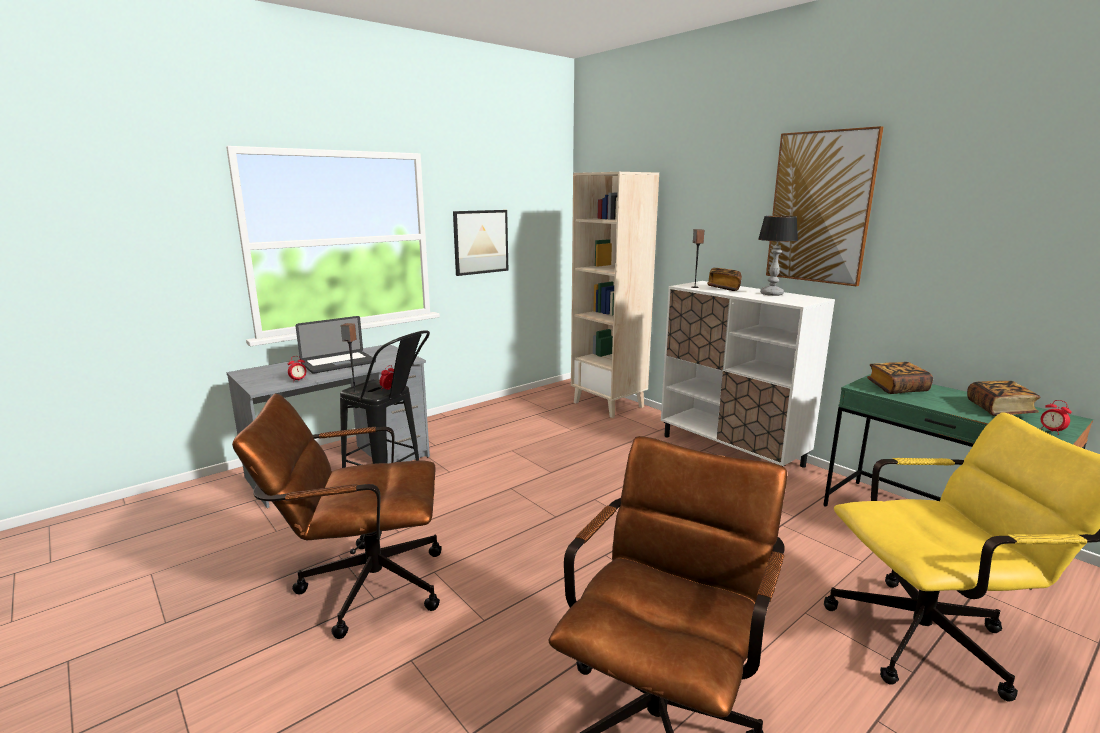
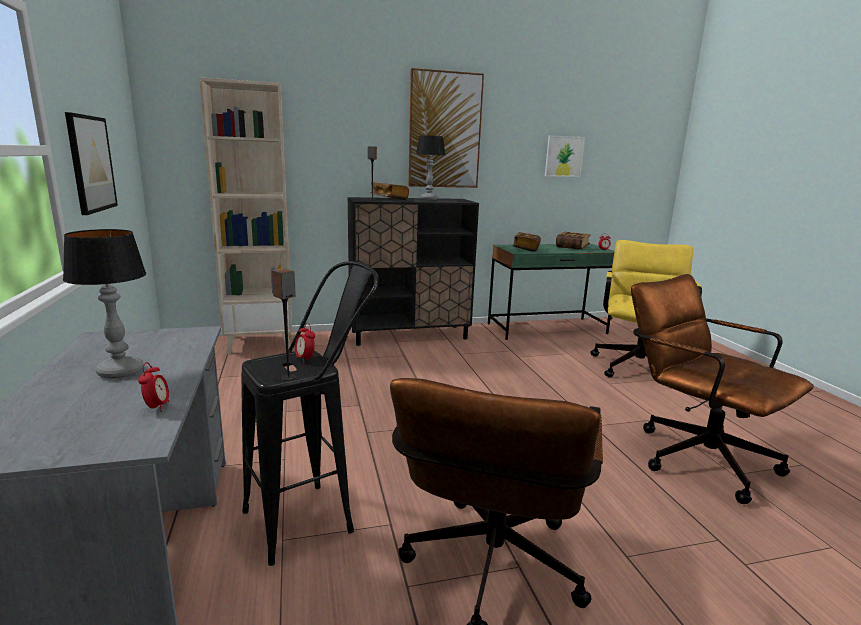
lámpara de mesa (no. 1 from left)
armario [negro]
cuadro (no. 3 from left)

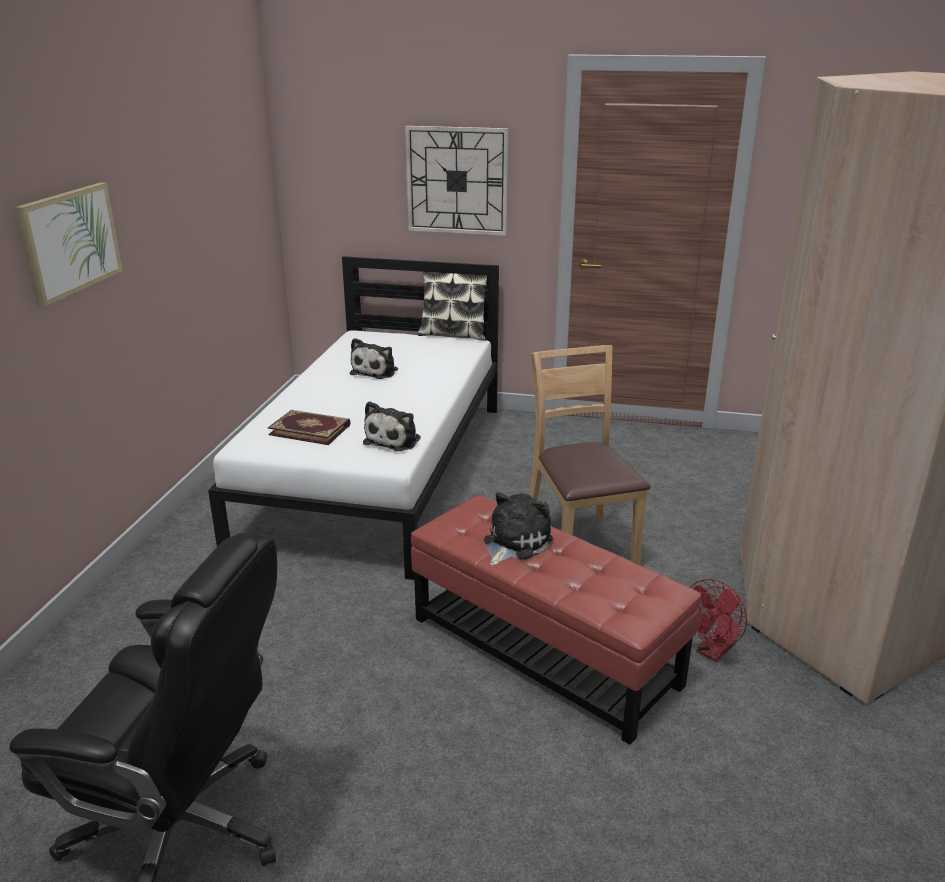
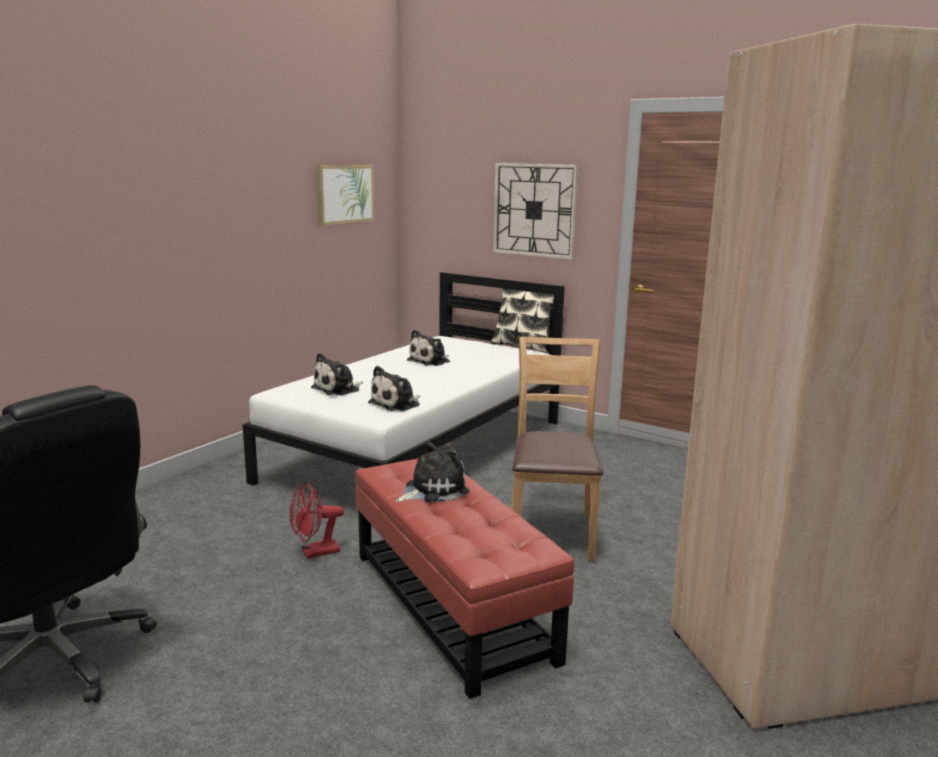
ventilador [rojo]
peluche (no. 1 from left)
cuadro

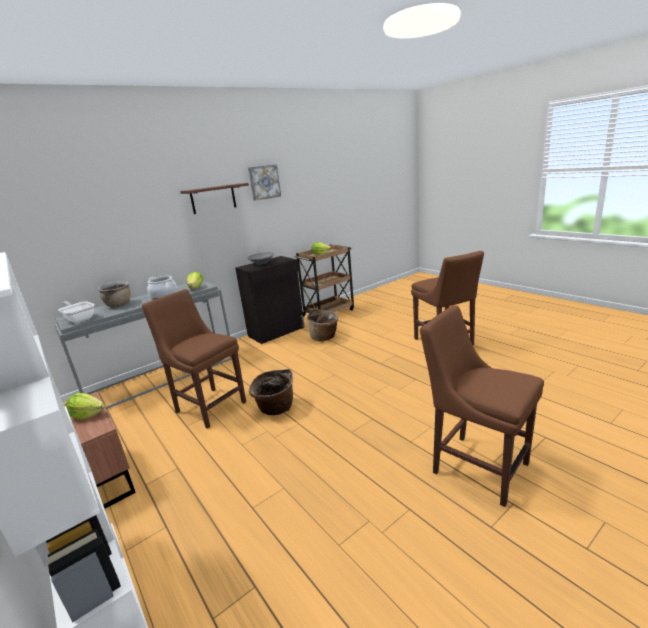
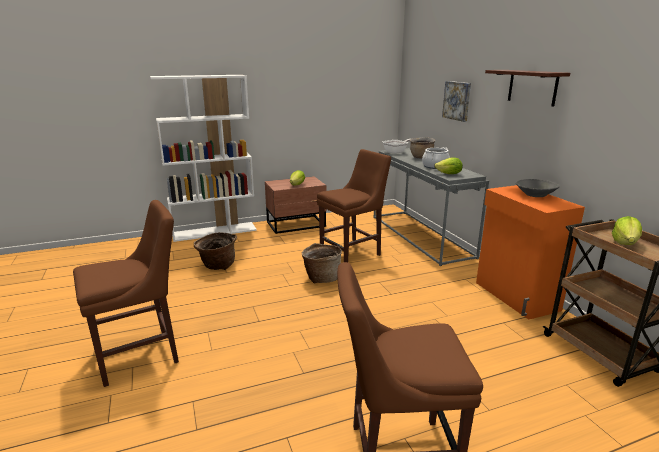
cesta (no. 1 from left)
cuadro
armario [naranja]

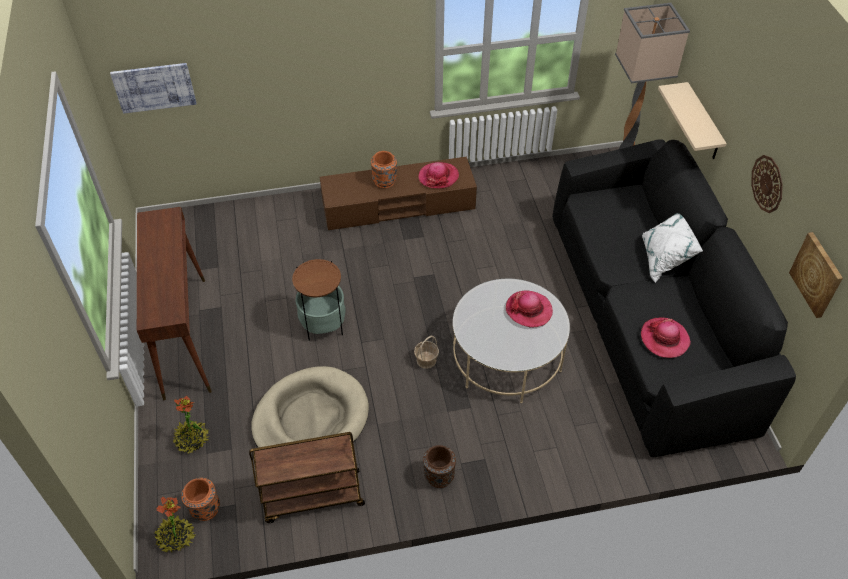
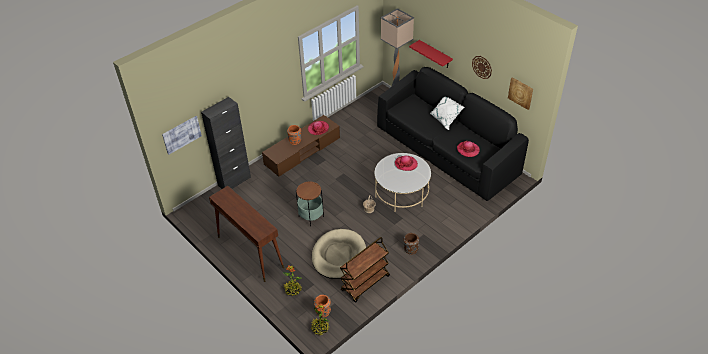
armario [negro]
estante [rojo]

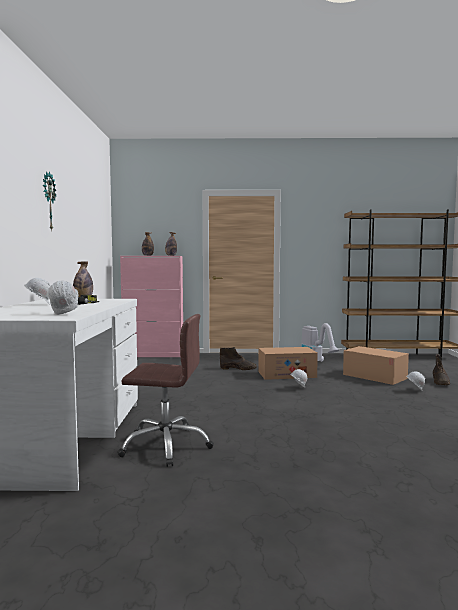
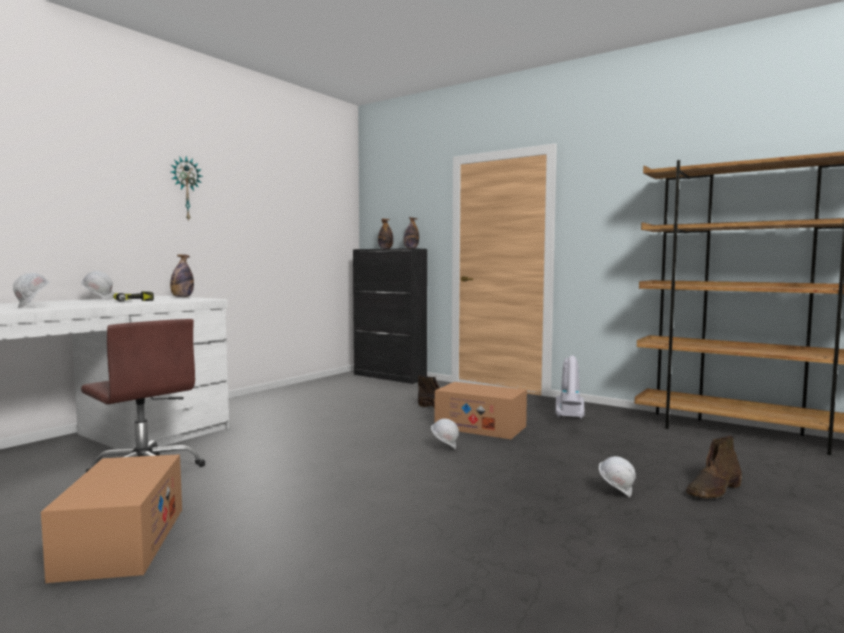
caja de cartón (no. 1 from left)
armario [negro]

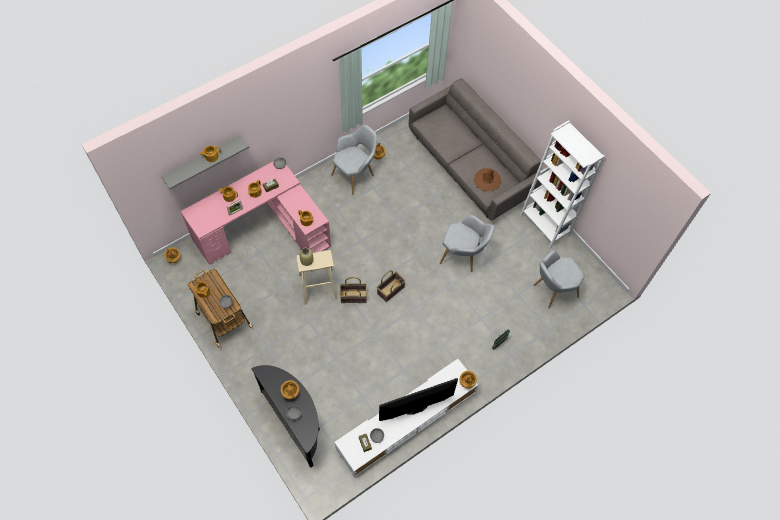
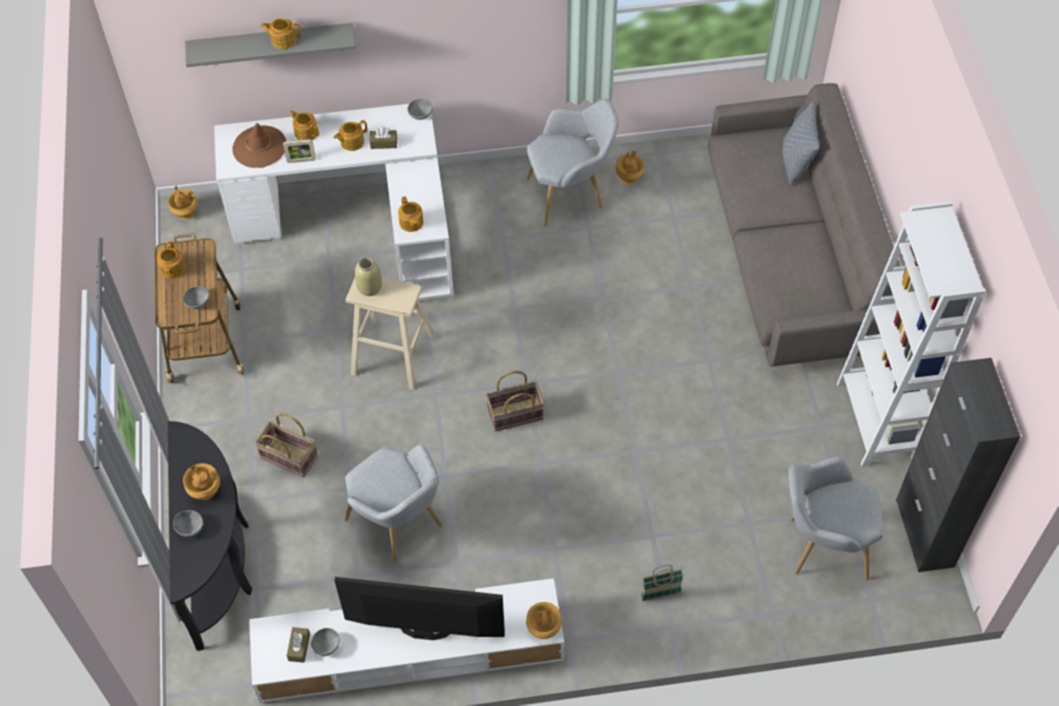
escritorio [blanco]
sombrero [marrón]
cesta (no. 1 from left)
sillón [gris] (no. 1 from left)
cojín [gris]
armario [negro]

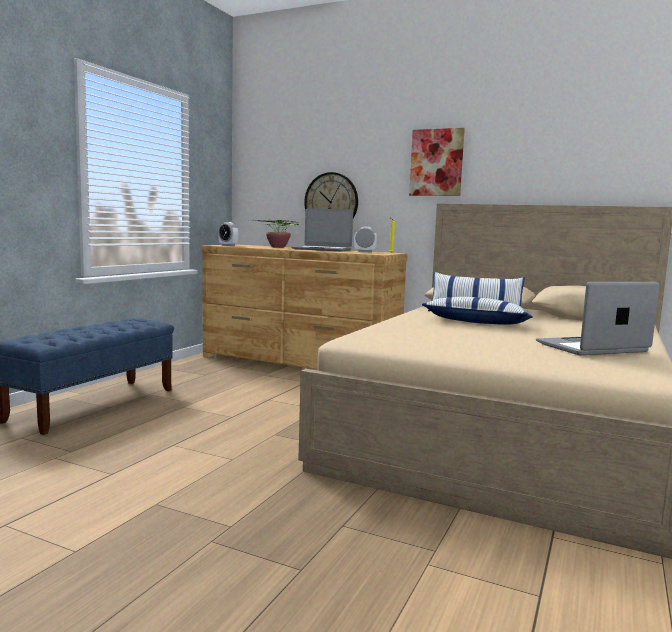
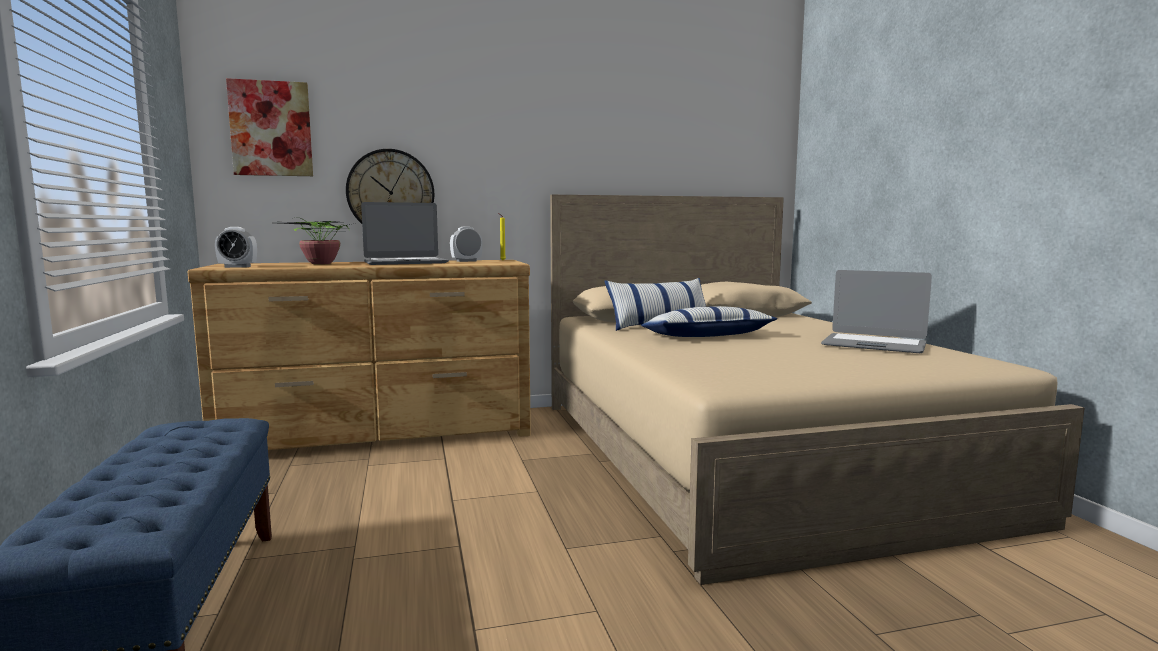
cuadro
portátil (no. 2 from left)

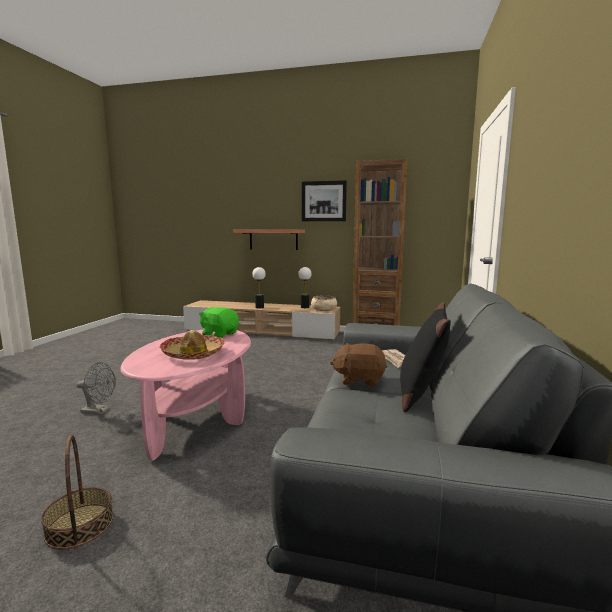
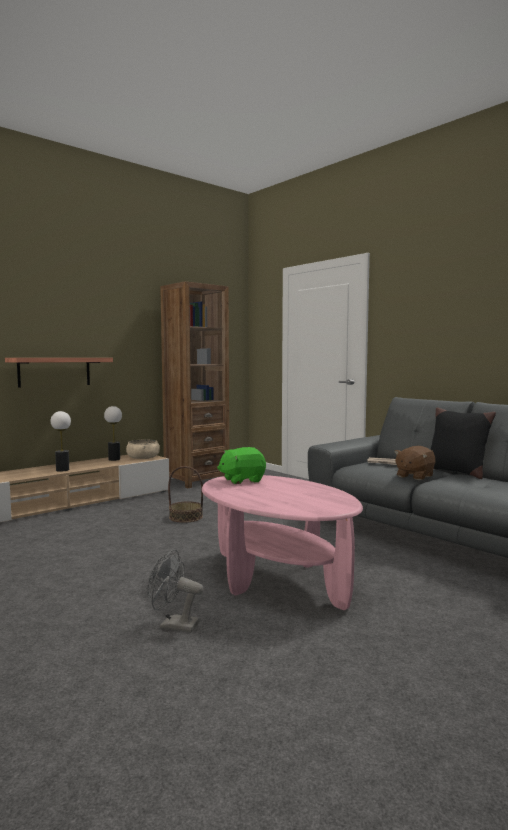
ventilador [gris]
cesta
sombrero
cuadro

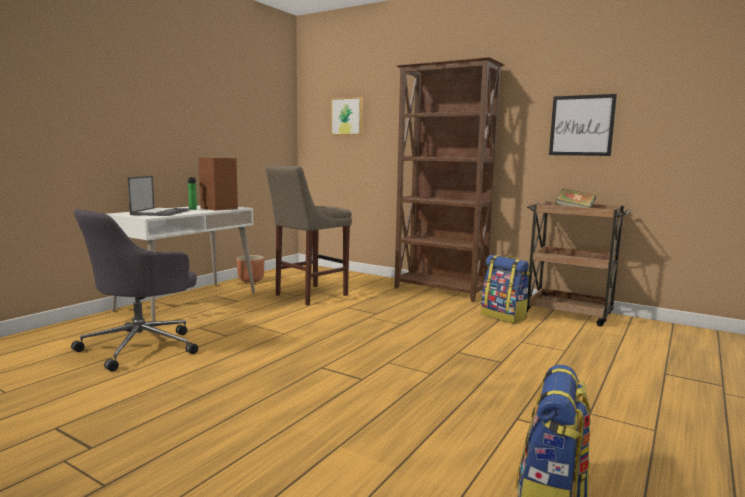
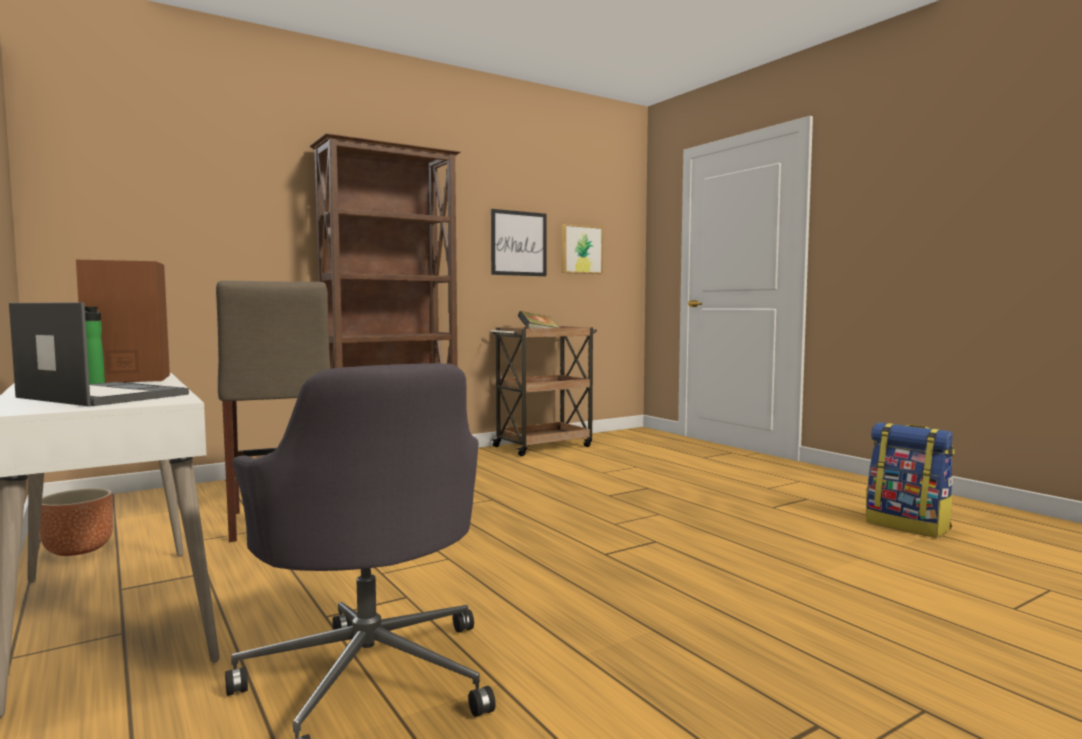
cuadro (no. 2 from left)
mochila (no. 1 from left in the first image)

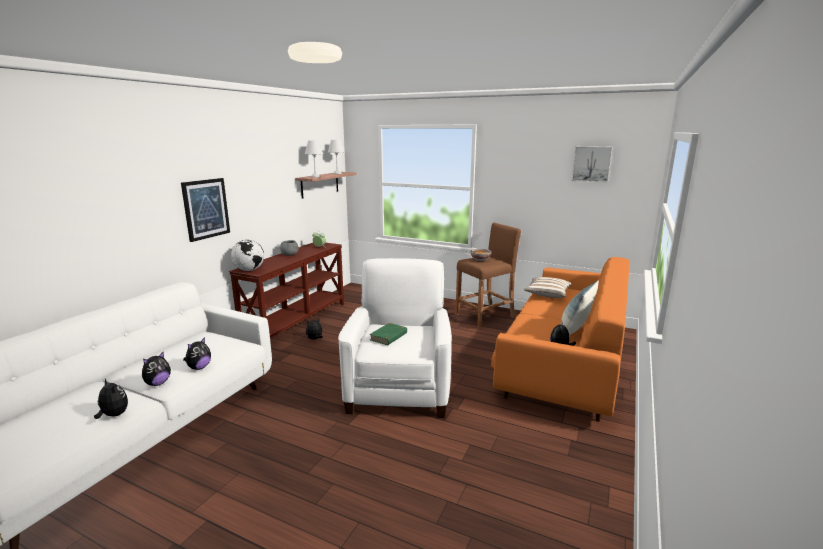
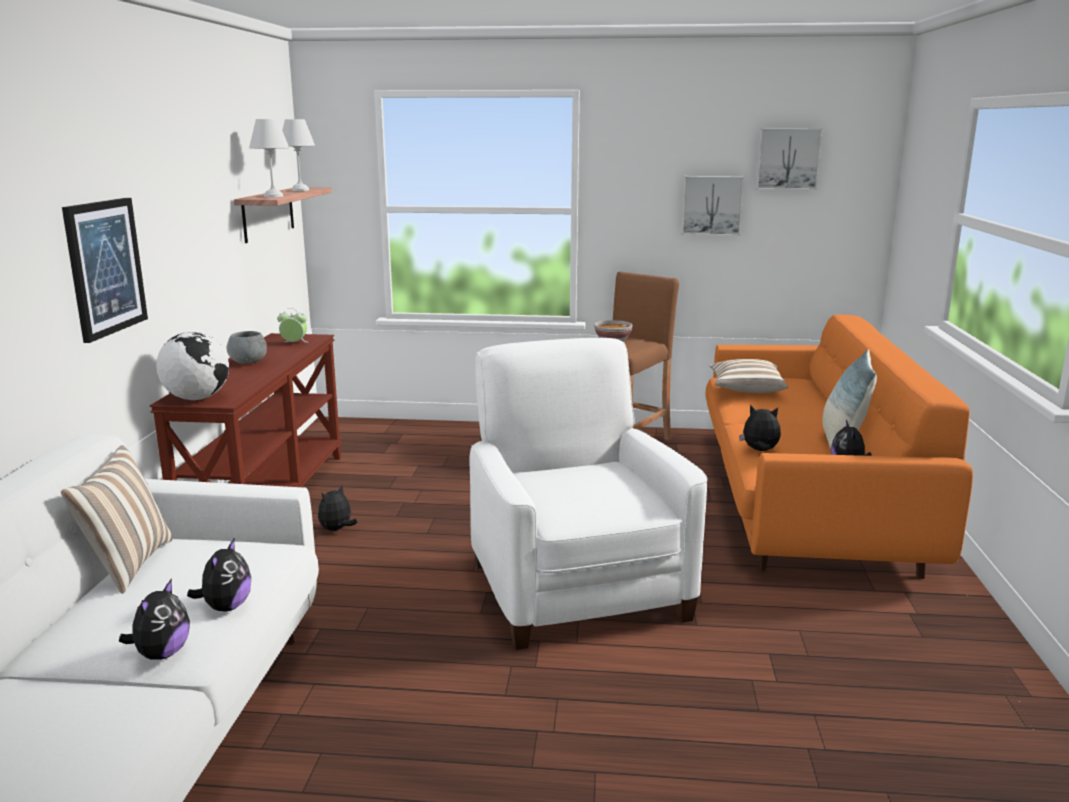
cojín (no. 1 from left)
cuadro (no. 2 from left)
peluche (no. 4 from left)
libro [verde]

